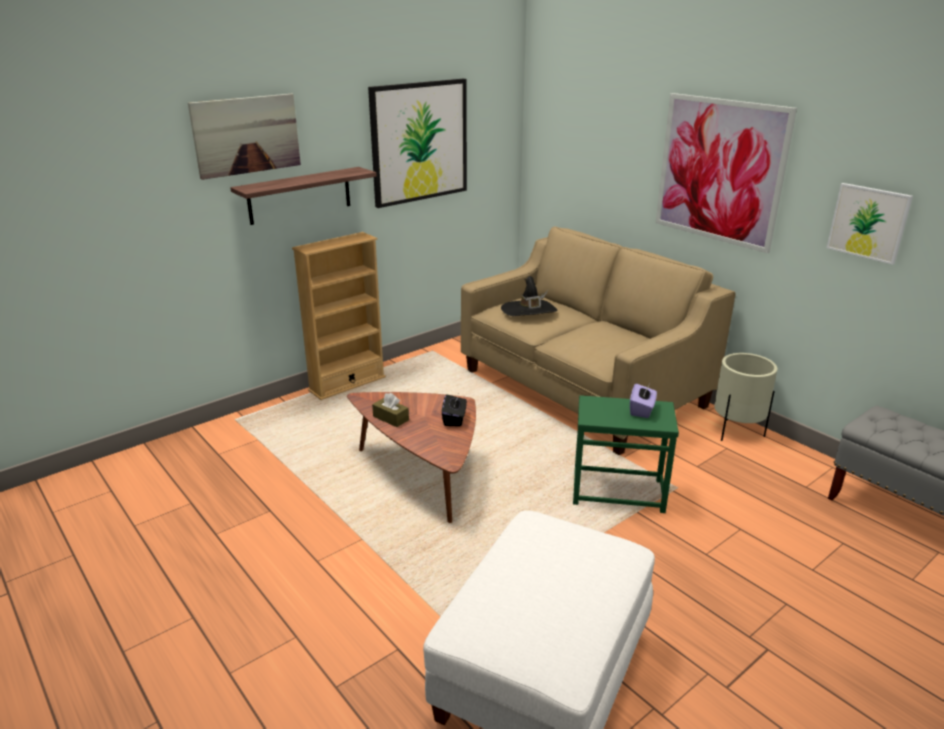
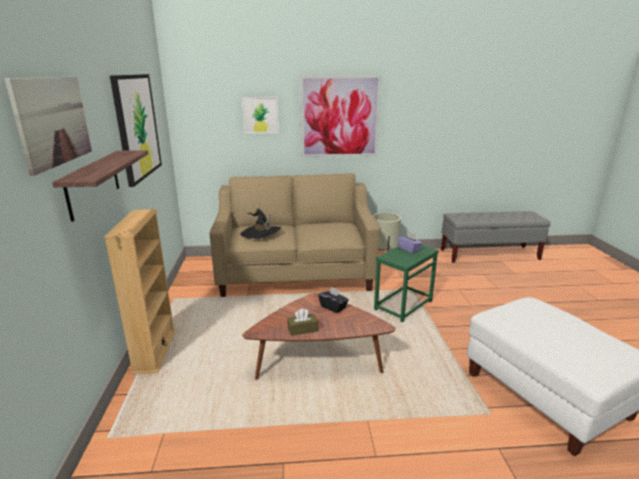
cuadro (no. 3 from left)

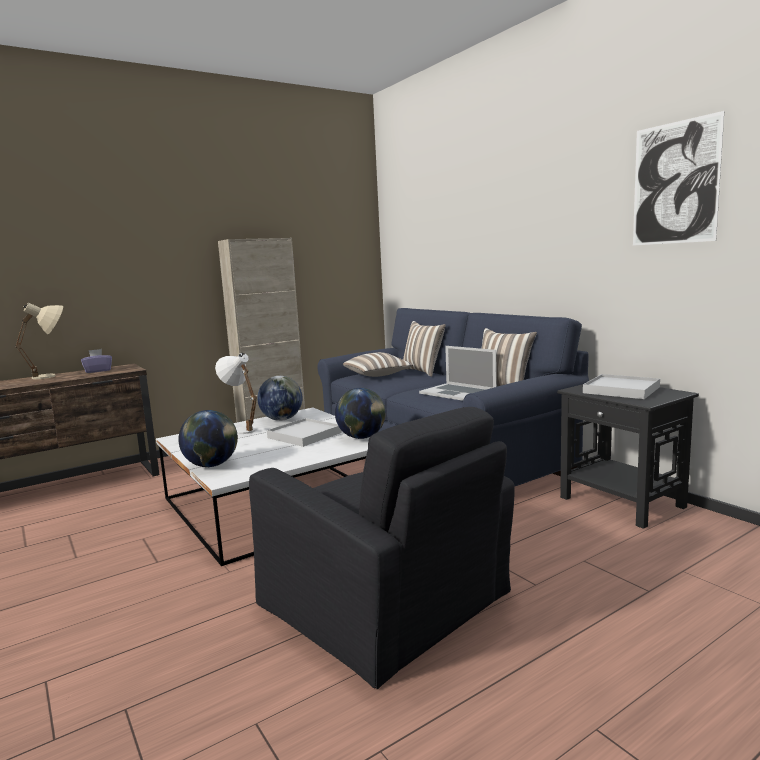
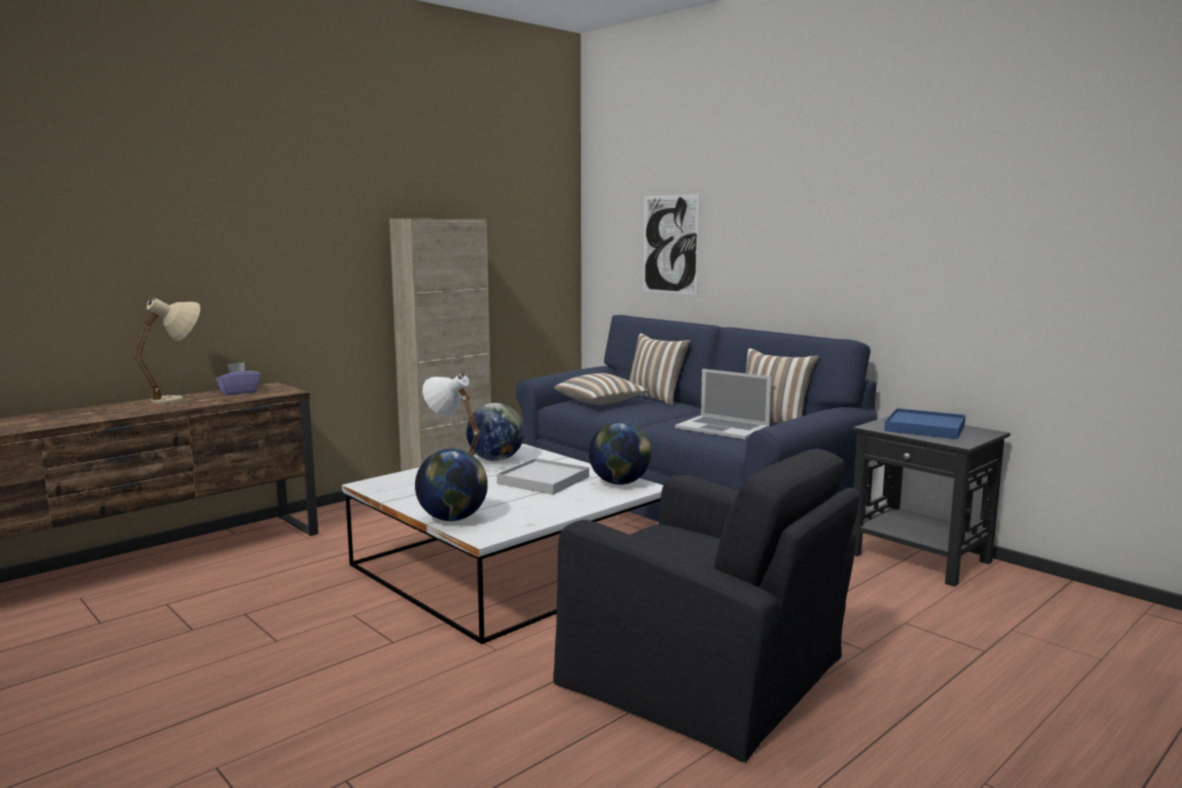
cuadro
bandeja [azul]

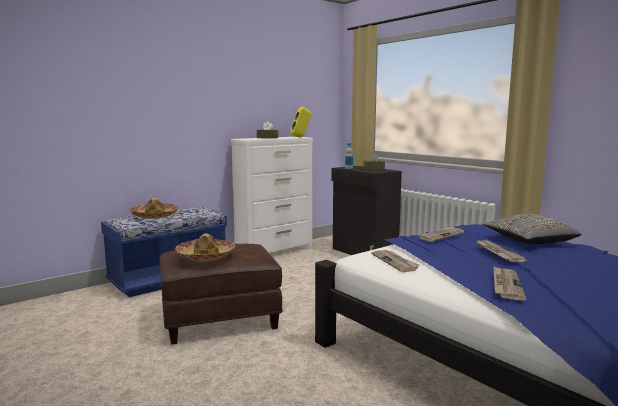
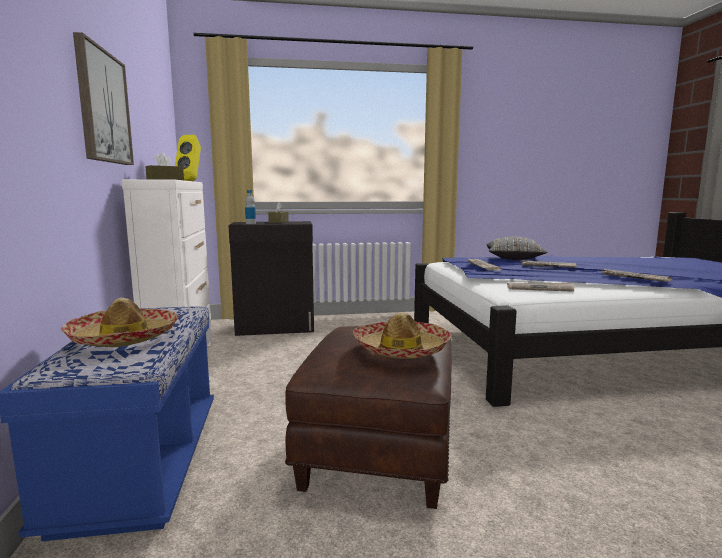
cuadro

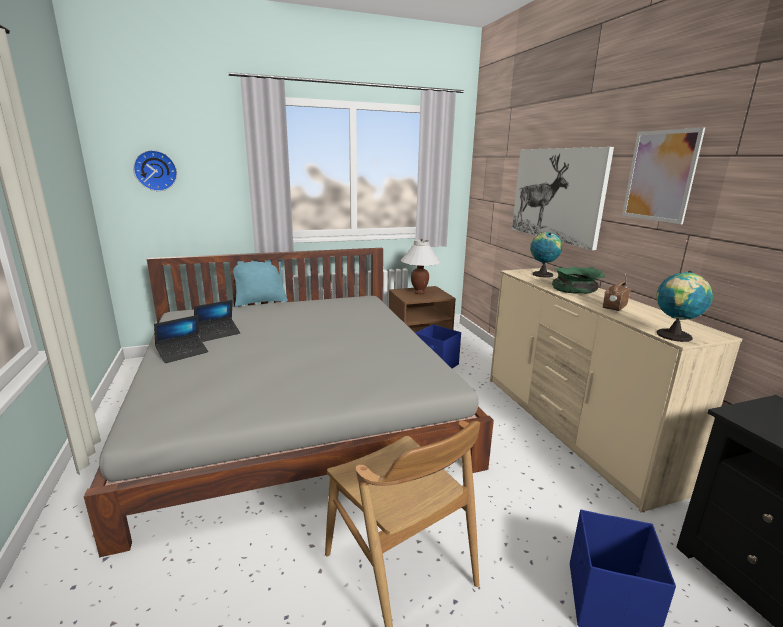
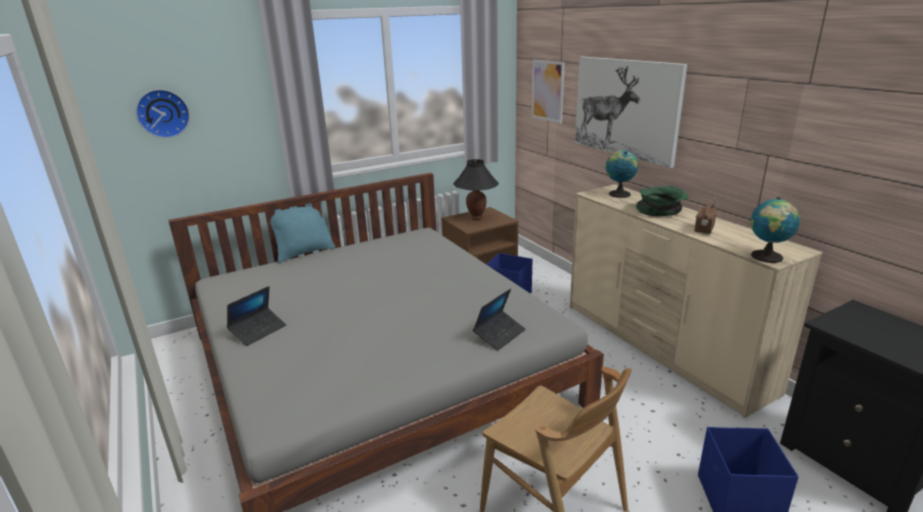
lámpara de mesa [negro]
portátil (no. 2 from left)
cuadro (no. 1 from left)

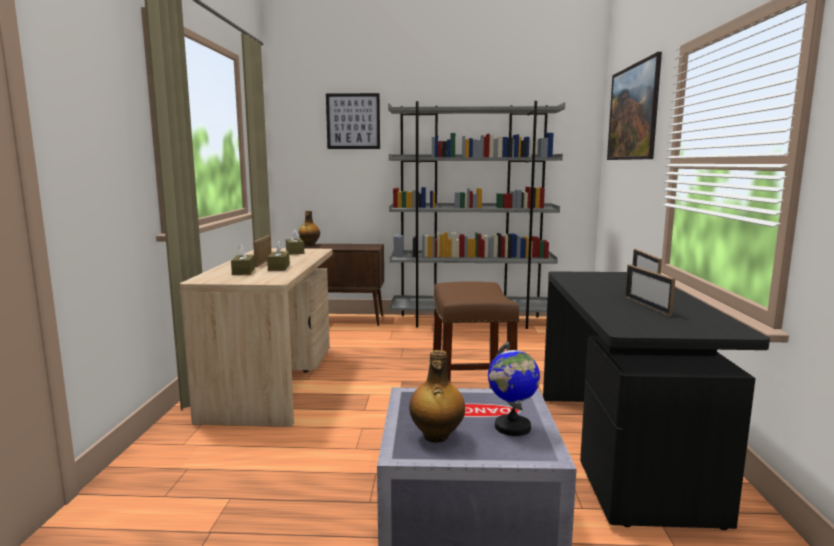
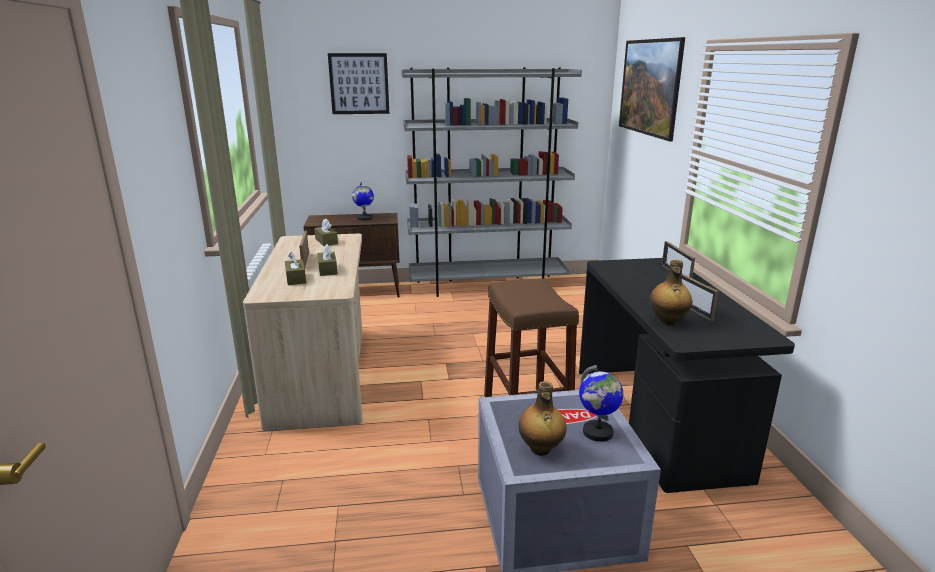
globo terráqueo (no. 1 from left)
botella (no. 2 from left)

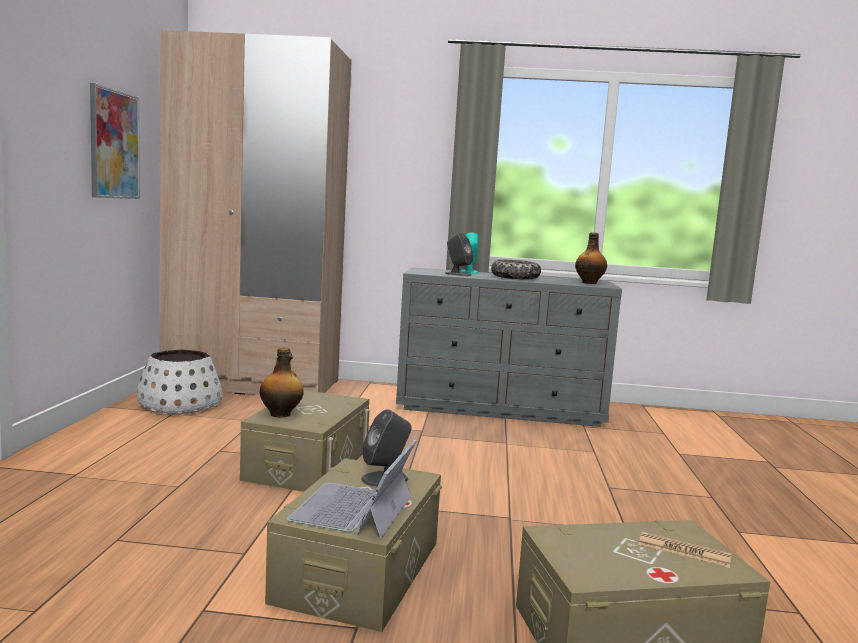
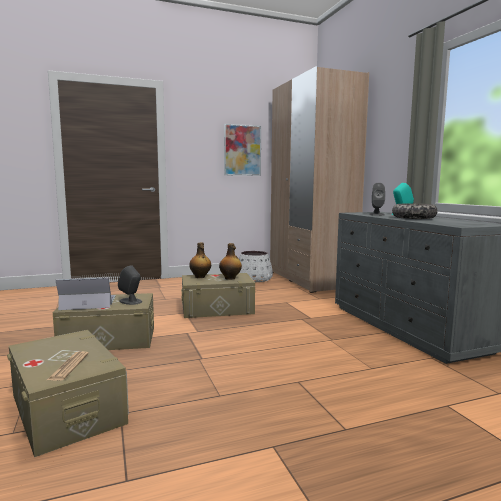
botella (no. 2 from left)

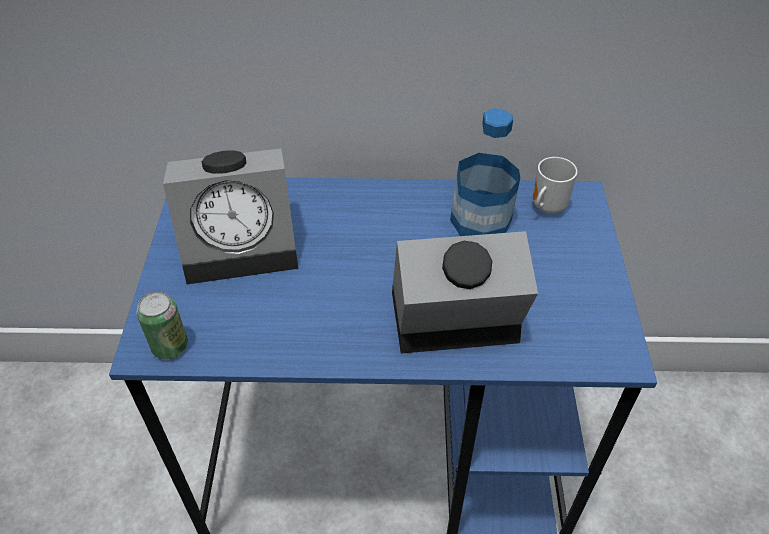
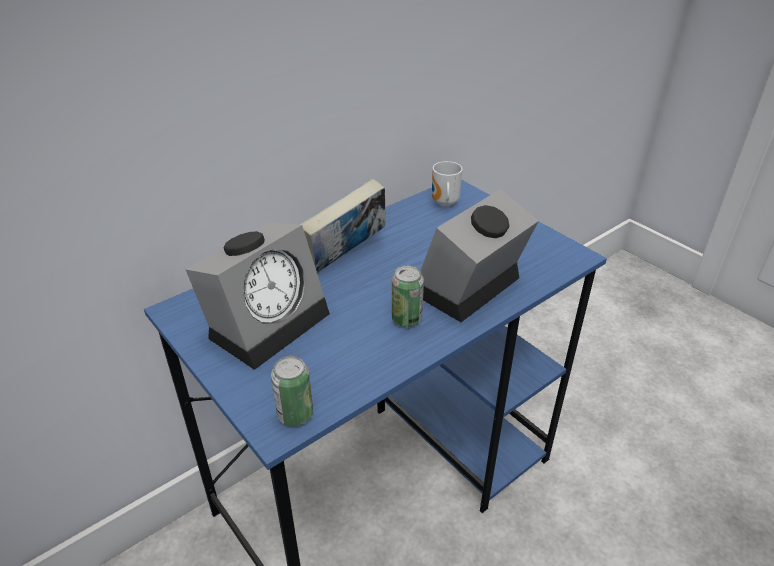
libro
lata (no. 2 from left)
botella

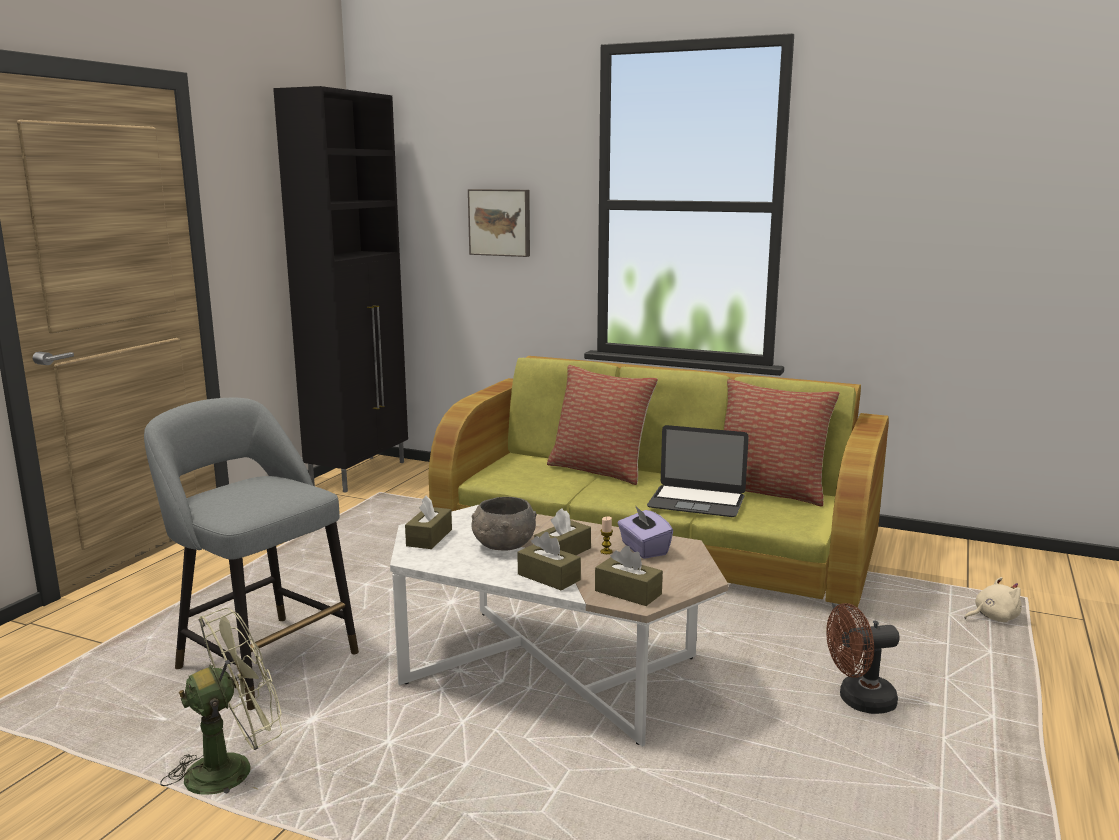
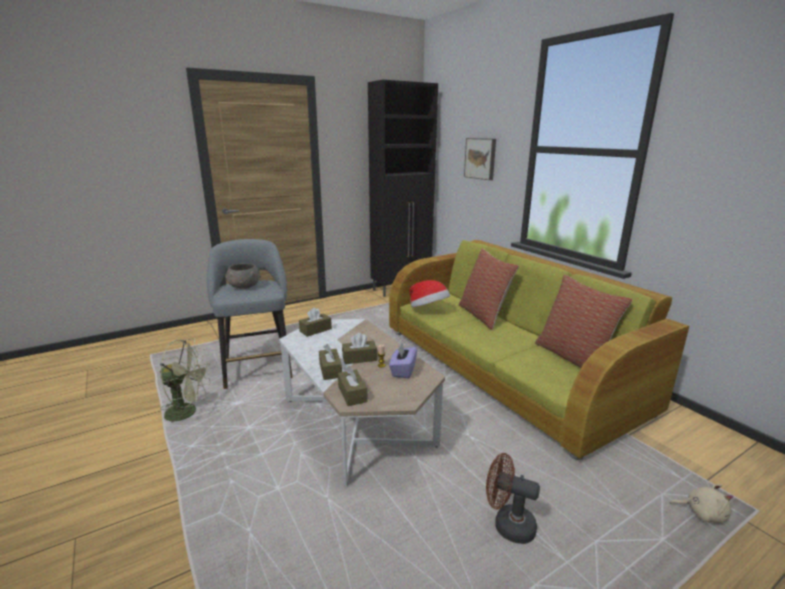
cuenco [gris]
sombrero
portátil

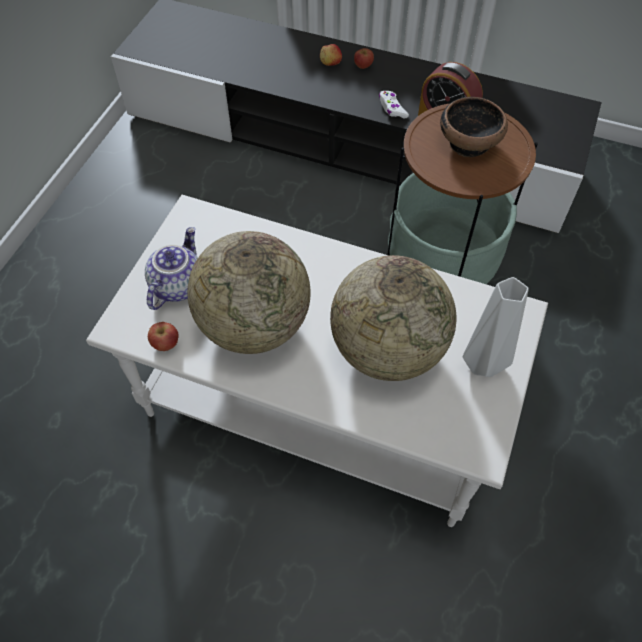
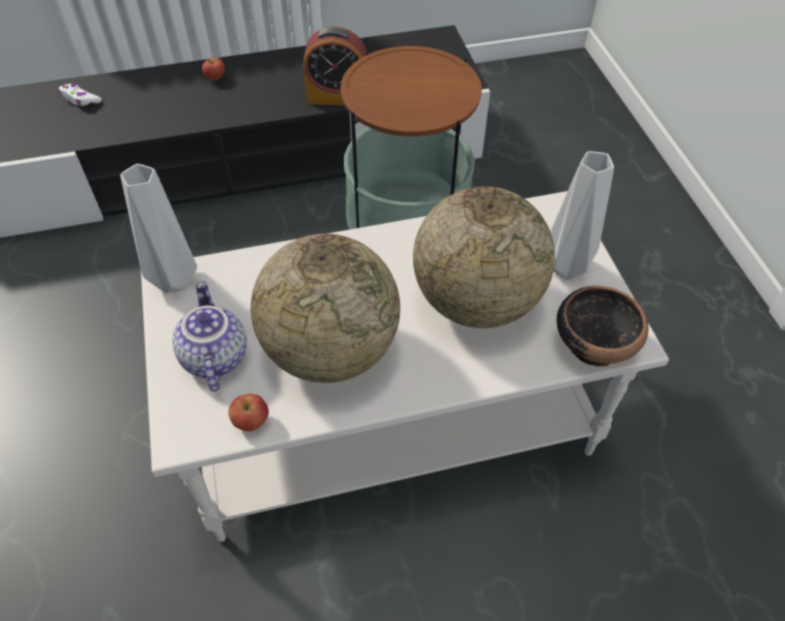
mando de consola [blanco]
florero [gris] (no. 1 from left)
cuenco
manzana (no. 2 from left in the first image)

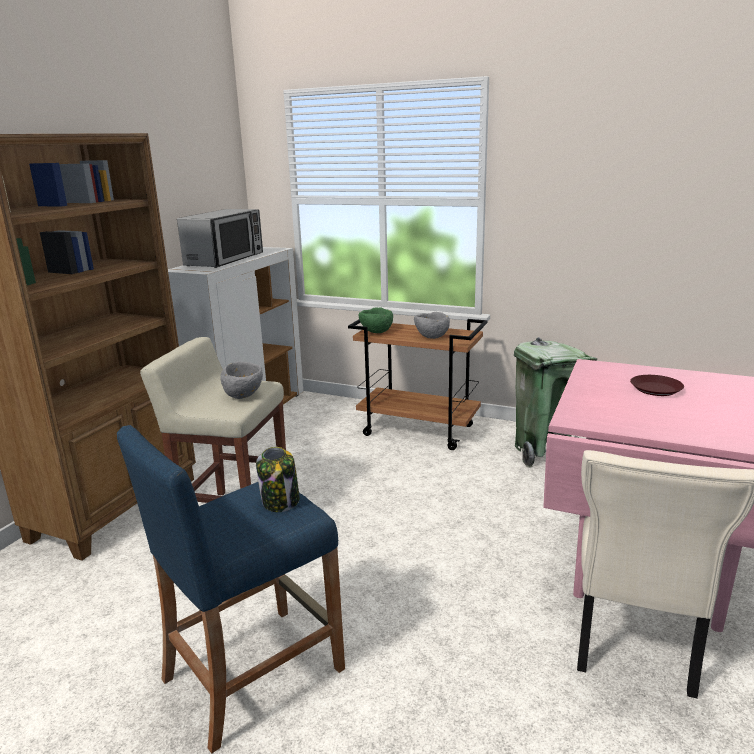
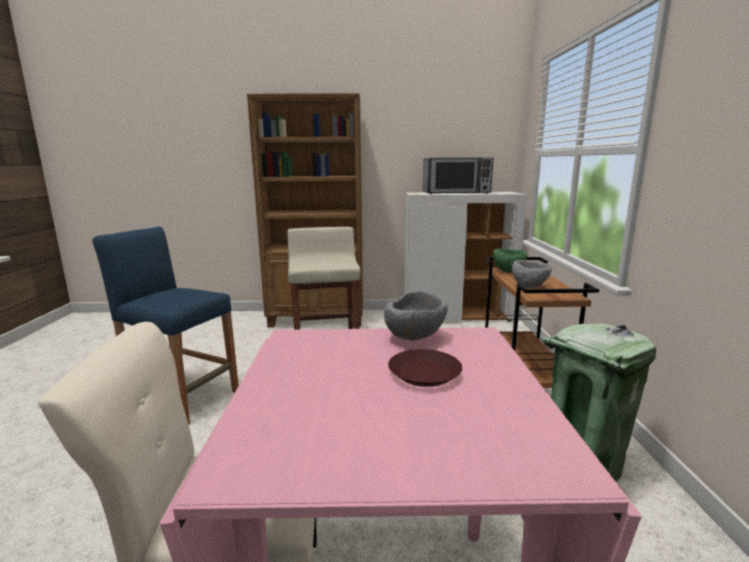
cuenco [gris] (no. 1 from left)
tarro

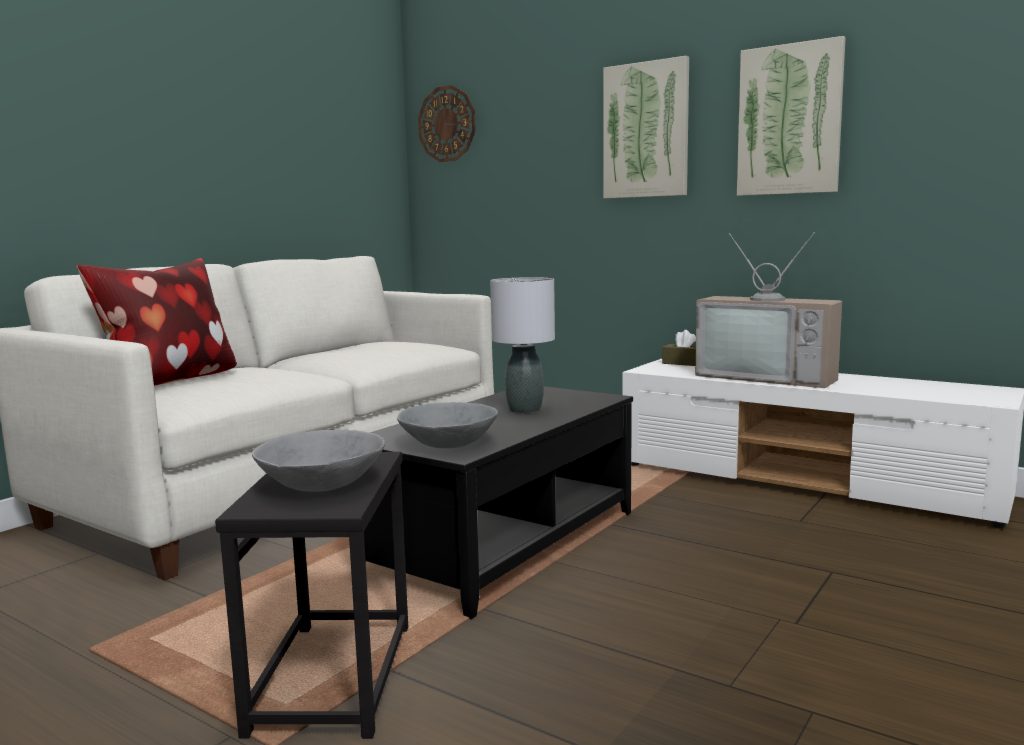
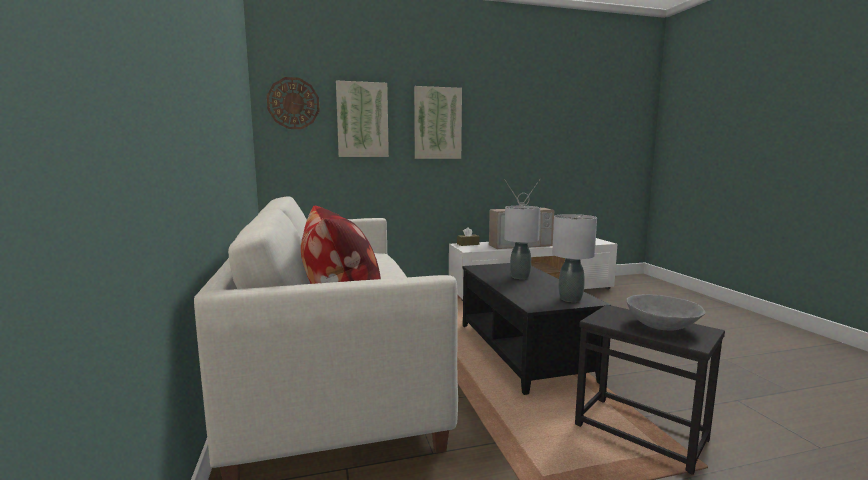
cuadro (no. 1 from left)
lámpara de mesa [gris] (no. 2 from left)

